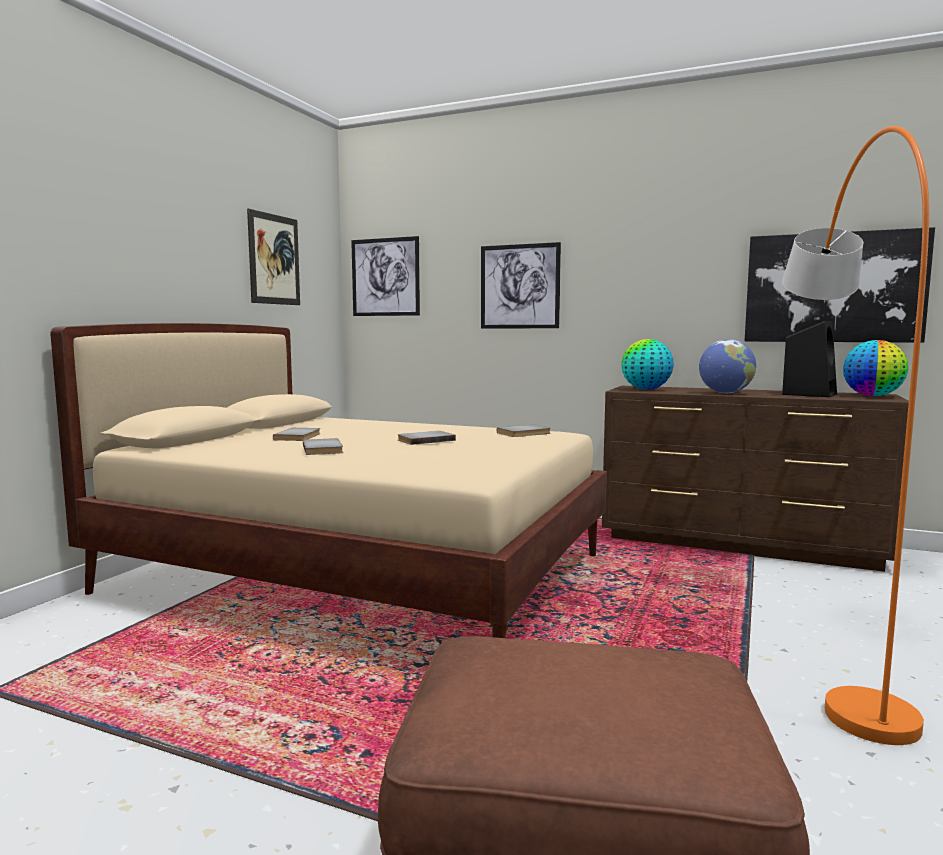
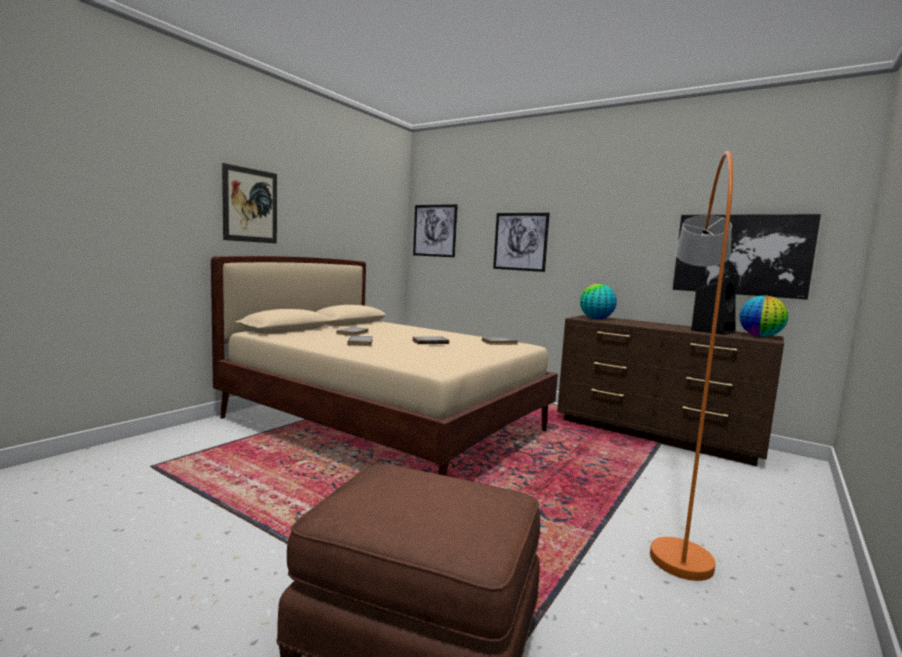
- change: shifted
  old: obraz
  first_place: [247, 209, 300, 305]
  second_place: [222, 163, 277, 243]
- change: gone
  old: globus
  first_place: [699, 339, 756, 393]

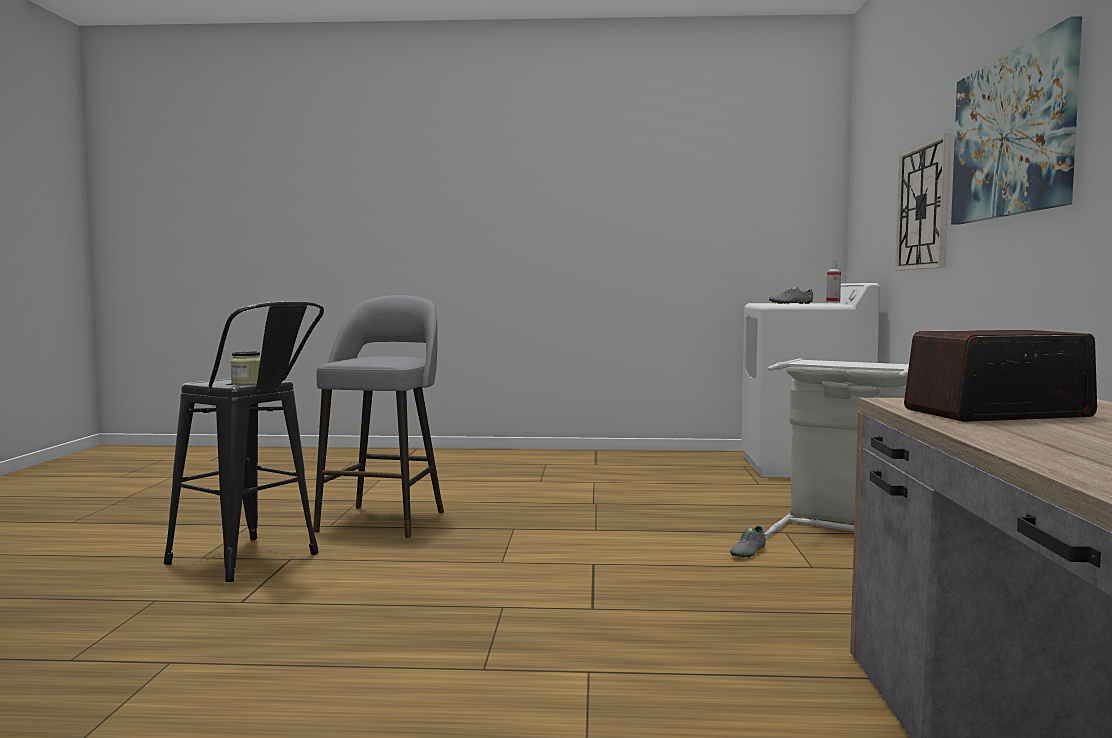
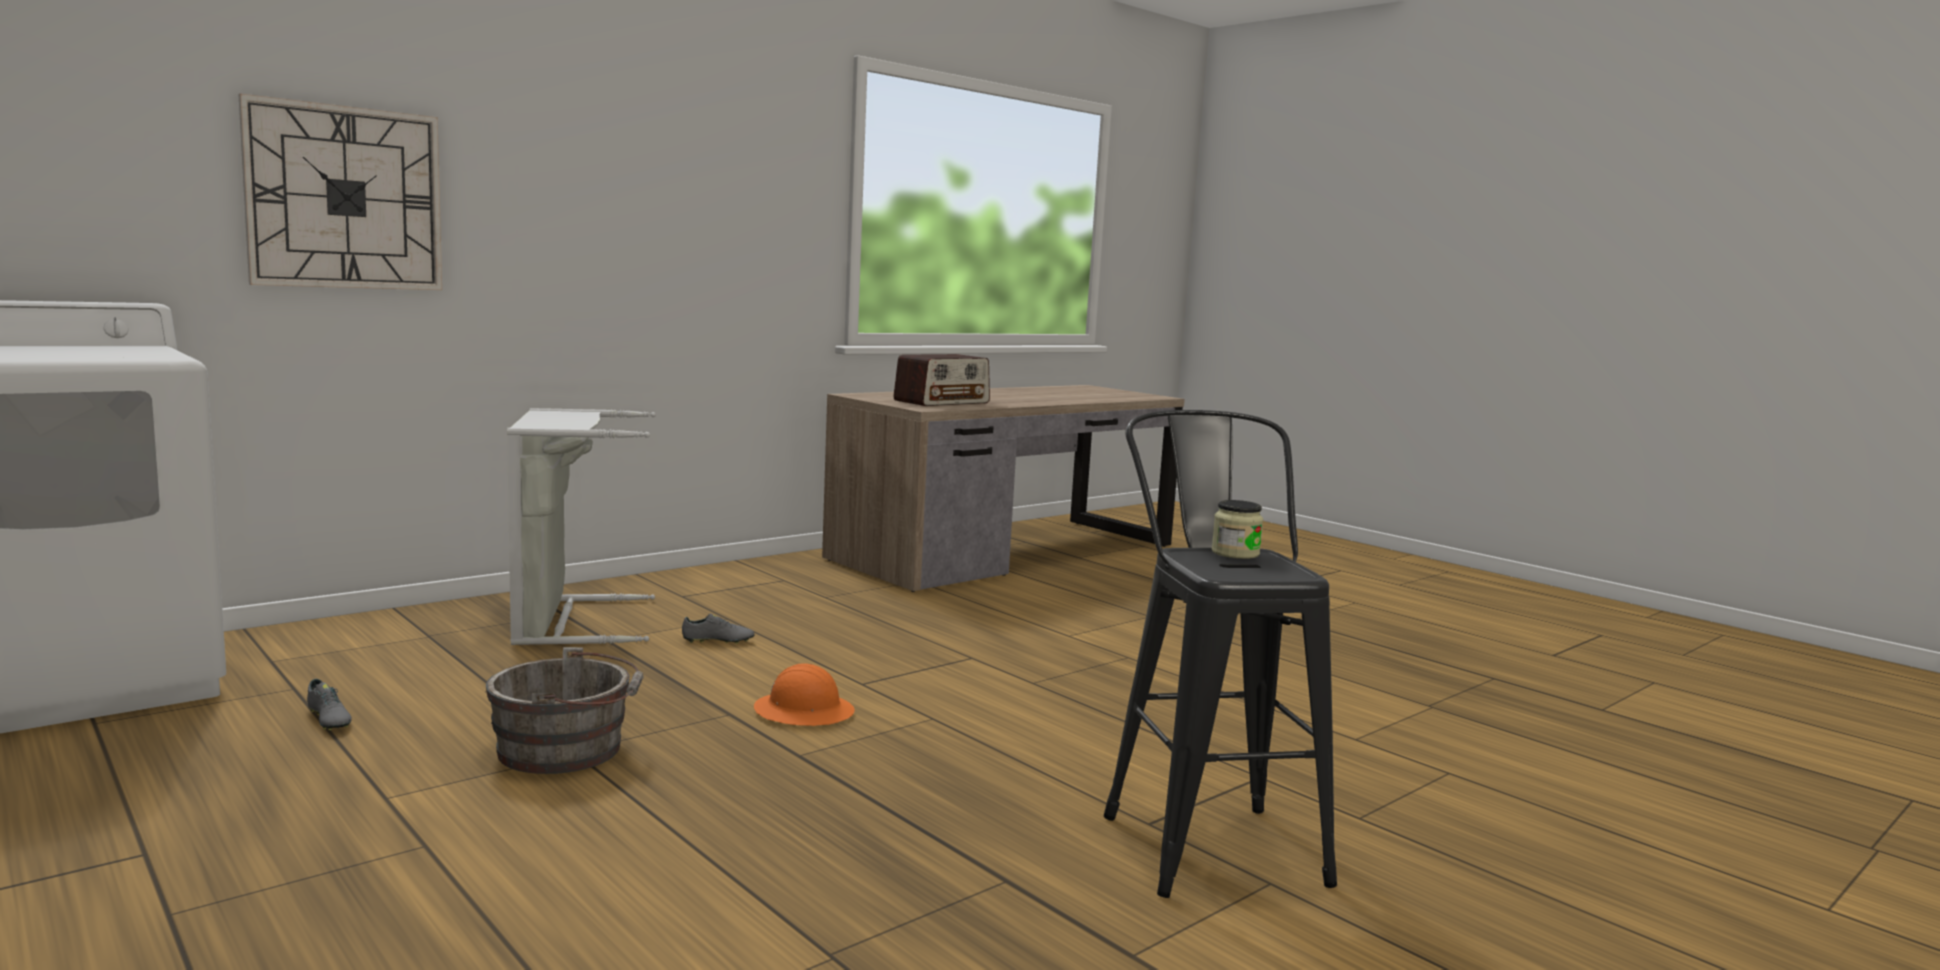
- change: gone
  old: obraz
  first_place: [951, 16, 1082, 224]
- change: gone
  old: spryskiwacz
  first_place: [826, 259, 841, 303]
- change: shifted
  old: but/szary
  first_place: [769, 286, 813, 304]
  second_place: [307, 679, 352, 730]
- change: gone
  old: stołek/szary
  first_place: [313, 295, 444, 539]
- change: rotated
  old: radio
  first_place: [904, 330, 1097, 422]
  second_place: [893, 354, 990, 406]
  degrees: -75
- change: new
  new: wiadro/szary
  second_place: [486, 647, 644, 774]
- change: new
  new: kask/pomarańczowy
  second_place: [754, 663, 855, 726]

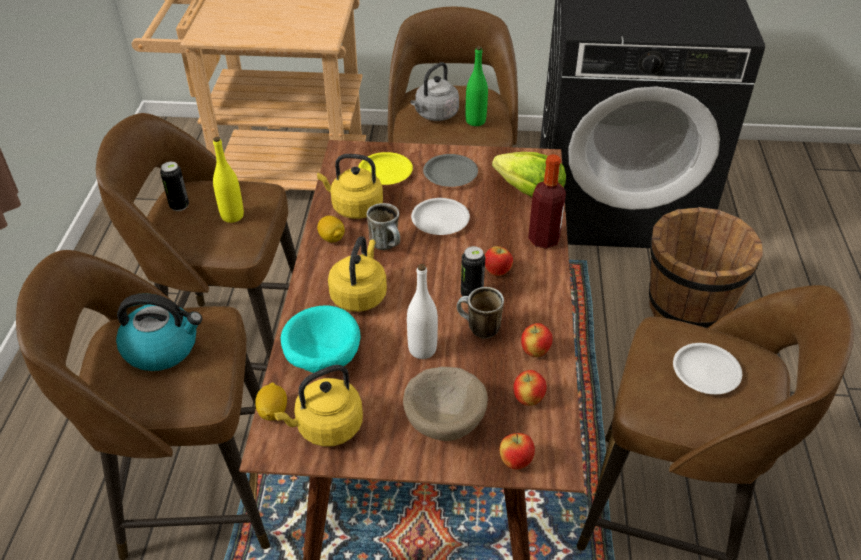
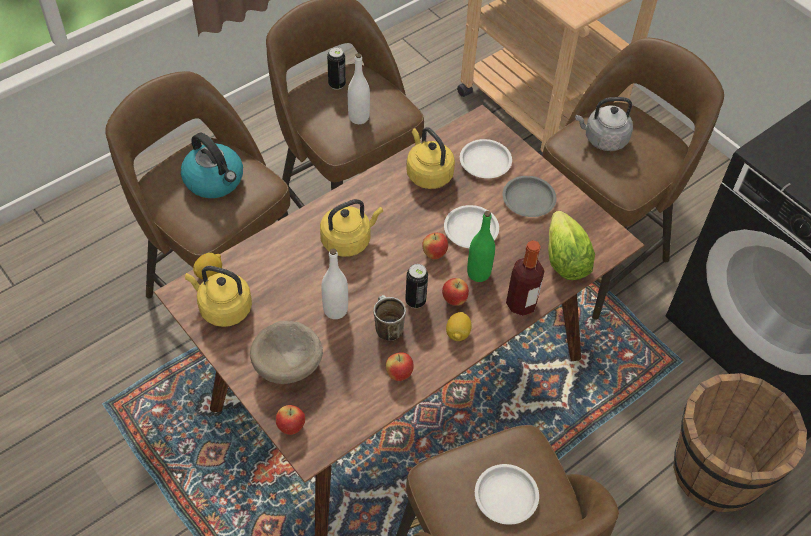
- change: shifted
  old: butelka/zielony
  first_place: [466, 46, 488, 126]
  second_place: [467, 211, 495, 282]
- change: repainted
  old: butelka/żółty
  new: butelka/biały
  first_place: [213, 137, 244, 223]
  second_place: [348, 53, 370, 124]
- change: repainted
  old: talerz/żółty
  new: talerz/biały
  first_place: [358, 152, 413, 185]
  second_place: [460, 139, 512, 178]
- change: gone
  old: kubek
  first_place: [367, 203, 400, 250]
- change: shifted
  old: cytryna
  first_place: [317, 216, 345, 242]
  second_place: [446, 312, 471, 341]
- change: gone
  old: miska/turkusowy
  first_place: [281, 306, 360, 373]
- change: shifted
  old: jabłko
  first_place: [513, 370, 547, 406]
  second_place: [422, 233, 448, 259]

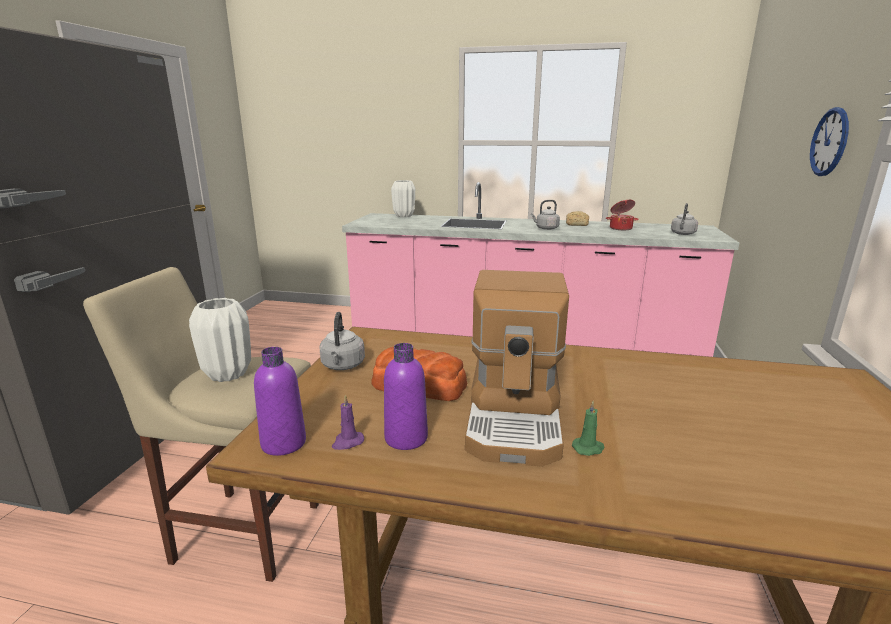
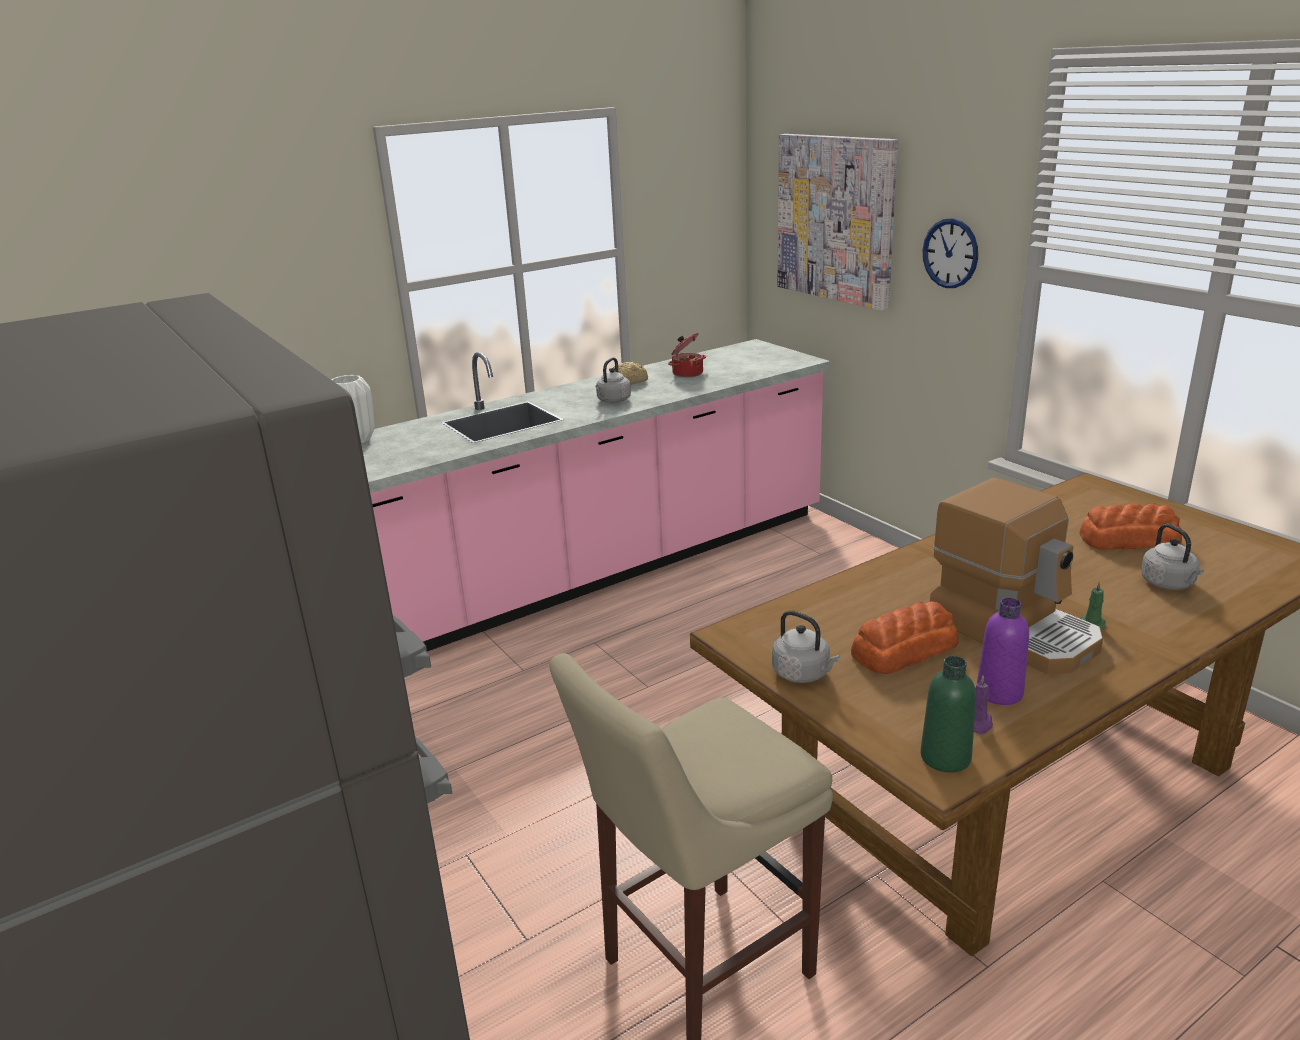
- change: shifted
  old: czajnik/szary
  first_place: [671, 203, 698, 235]
  second_place: [1141, 524, 1204, 590]
- change: gone
  old: wazon/biały
  first_place: [189, 298, 251, 382]
- change: repainted
  old: butelka/fioletowy
  new: butelka/zielony
  first_place: [254, 347, 306, 456]
  second_place: [921, 656, 976, 773]
- change: new
  new: obraz
  second_place: [778, 134, 898, 311]
- change: new
  new: chleb
  second_place: [1080, 503, 1182, 550]

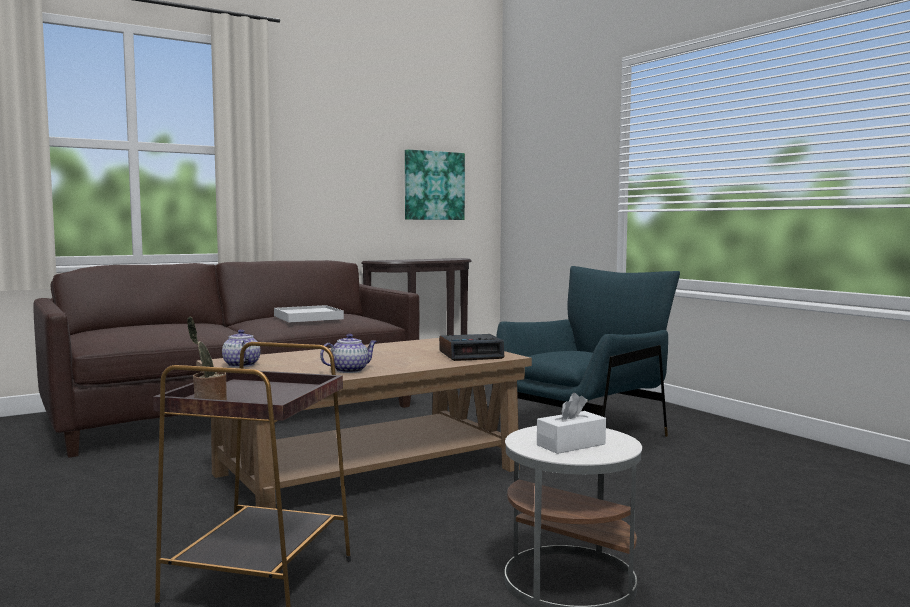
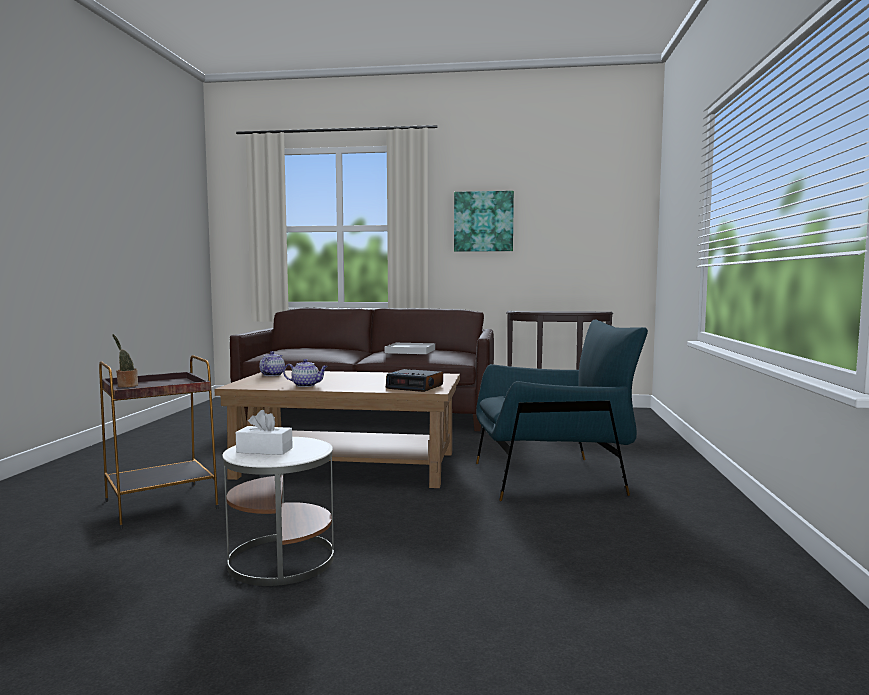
- change: shifted
  old: obraz
  first_place: [405, 149, 465, 220]
  second_place: [454, 191, 514, 252]

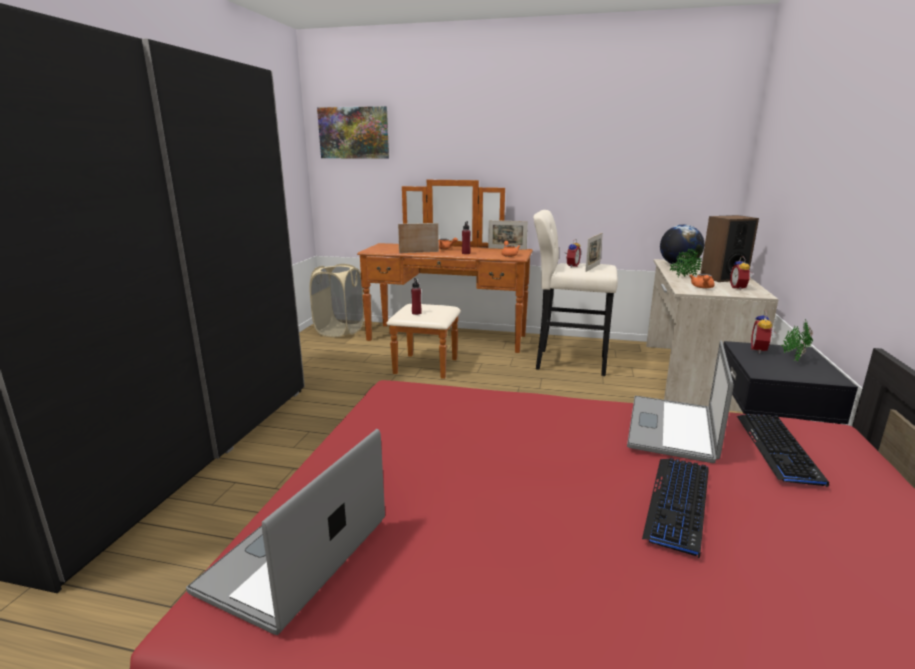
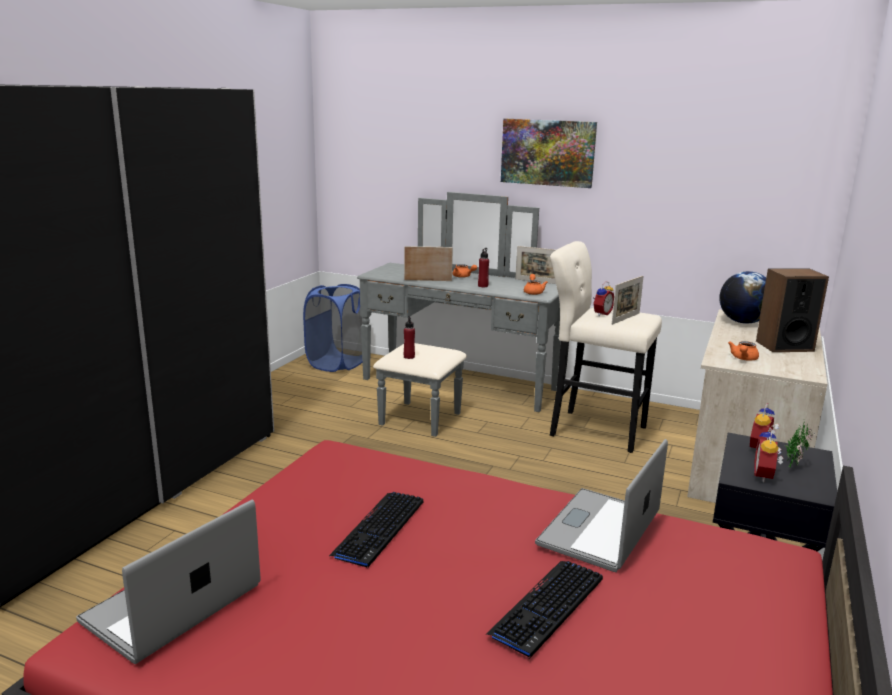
- change: shifted
  old: obraz
  first_place: [317, 106, 389, 159]
  second_place: [501, 119, 597, 188]
- change: repainted
  old: komoda/brązowy
  new: komoda/szary
  first_place: [357, 180, 533, 379]
  second_place: [357, 192, 561, 437]
- change: gone
  old: roślina doniczkowa
  first_place: [670, 248, 702, 278]
- change: shifted
  old: budzik
  first_place: [730, 256, 752, 290]
  second_place: [754, 427, 784, 483]
- change: repainted
  old: kosz na pranie/beżowy
  new: kosz na pranie/niebieski
  first_place: [309, 264, 364, 337]
  second_place: [303, 284, 363, 372]
- change: shifted
  old: klawiatura
  first_place: [737, 414, 829, 487]
  second_place: [329, 492, 424, 567]

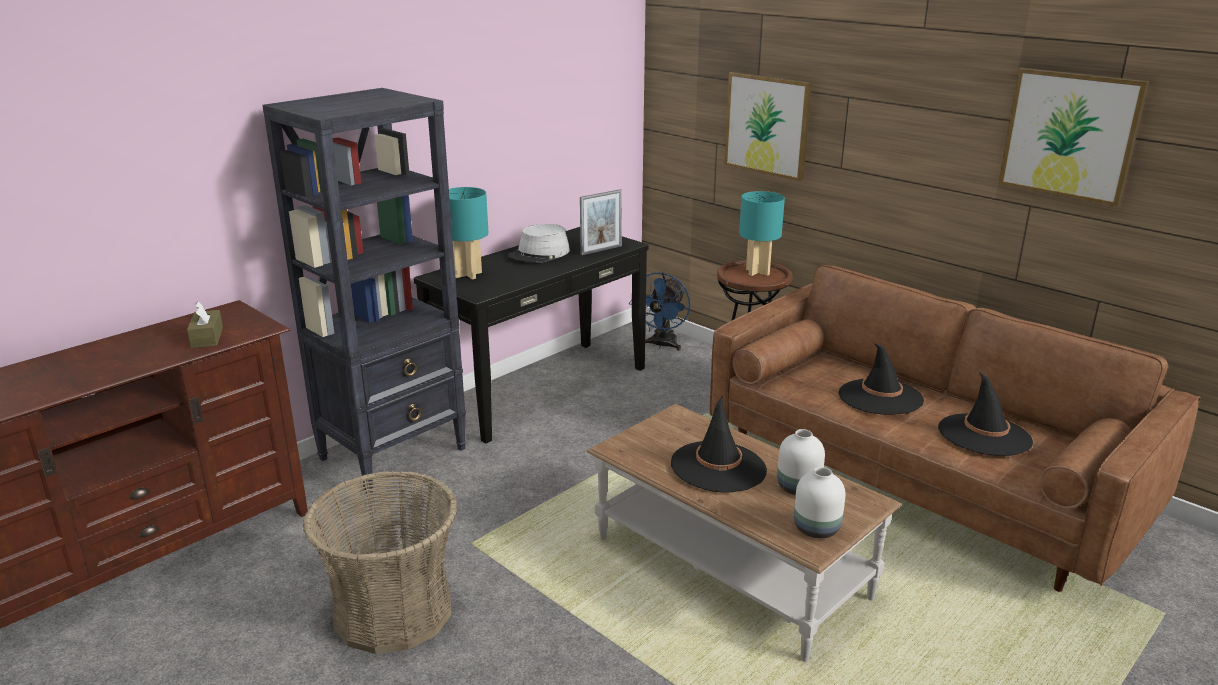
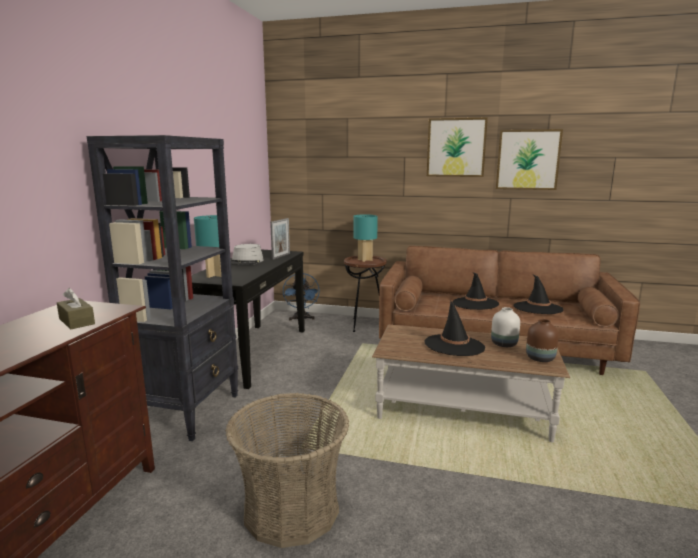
- change: shifted
  old: obraz
  first_place: [724, 72, 812, 181]
  second_place: [427, 117, 488, 177]
- change: repainted
  old: wazon/biały
  new: wazon/brązowy
  first_place: [794, 467, 845, 538]
  second_place: [526, 319, 559, 362]

